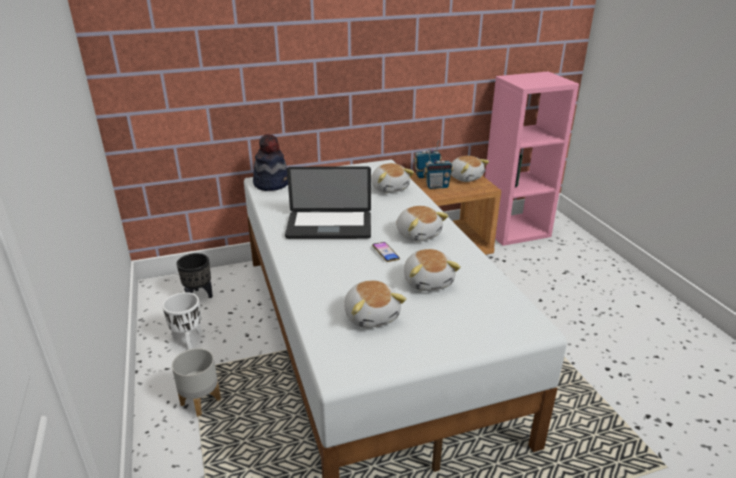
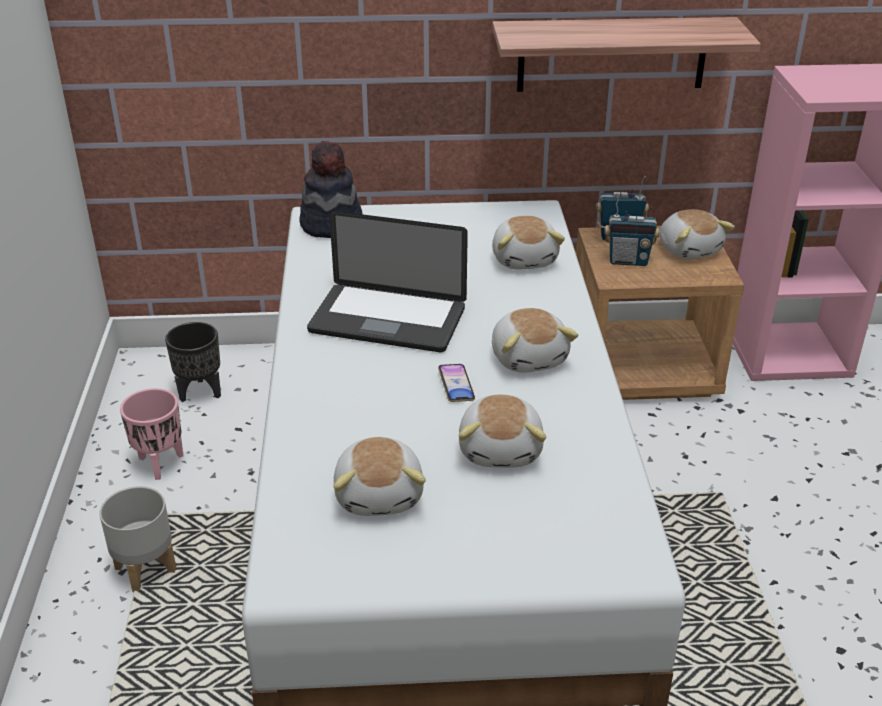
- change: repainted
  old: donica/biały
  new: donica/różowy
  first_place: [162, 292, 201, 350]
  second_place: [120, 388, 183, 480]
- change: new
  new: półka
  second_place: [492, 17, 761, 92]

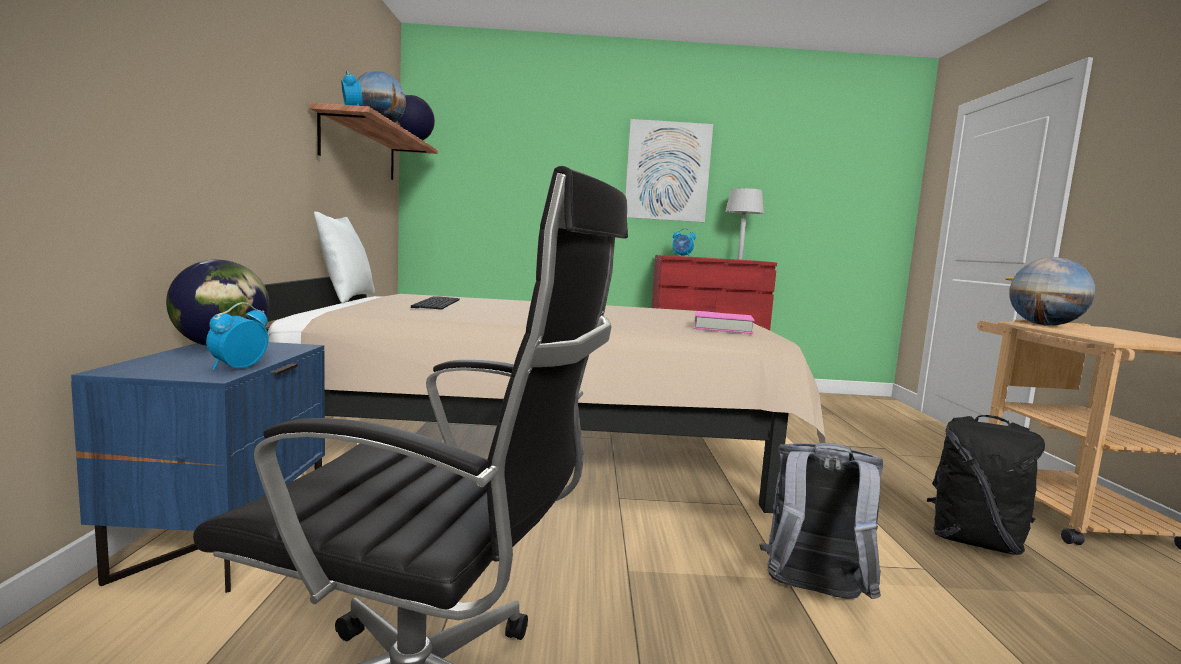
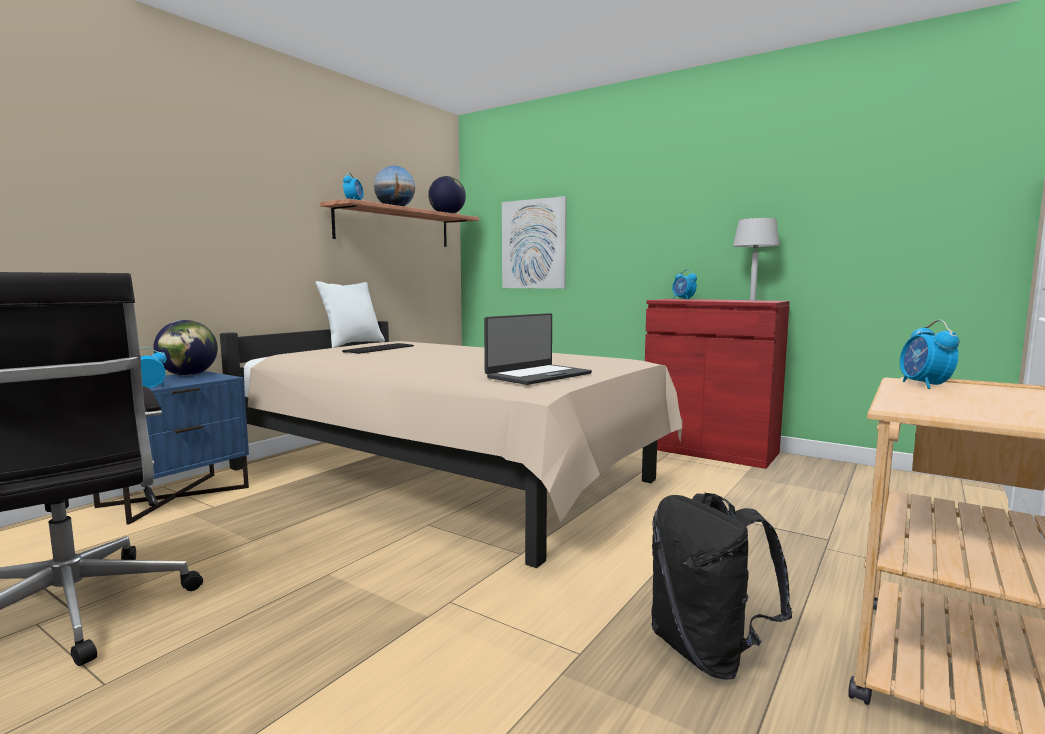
- change: shifted
  old: obraz
  first_place: [625, 119, 713, 222]
  second_place: [502, 196, 567, 289]
- change: swapped
  old: globus
  new: budzik
  first_place: [1009, 257, 1095, 326]
  second_place: [900, 320, 960, 389]
- change: swapped
  old: książka/różowy
  new: laptop
  first_place: [694, 311, 755, 334]
  second_place: [484, 313, 592, 385]
- change: gone
  old: plecak/szary
  first_place: [759, 443, 883, 599]

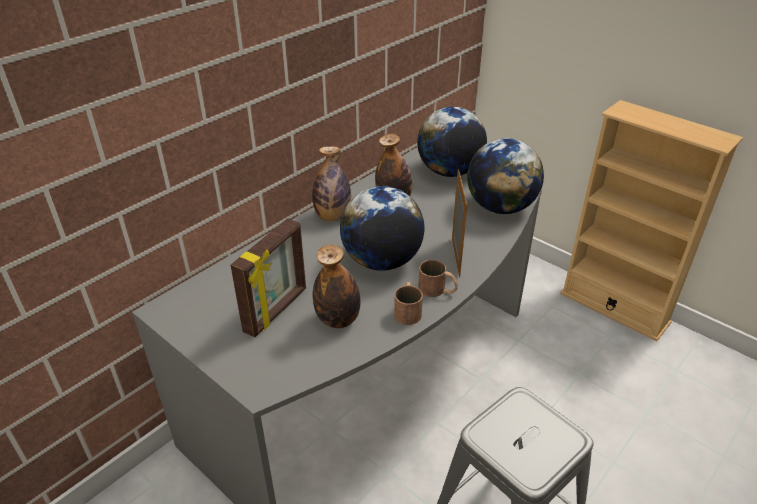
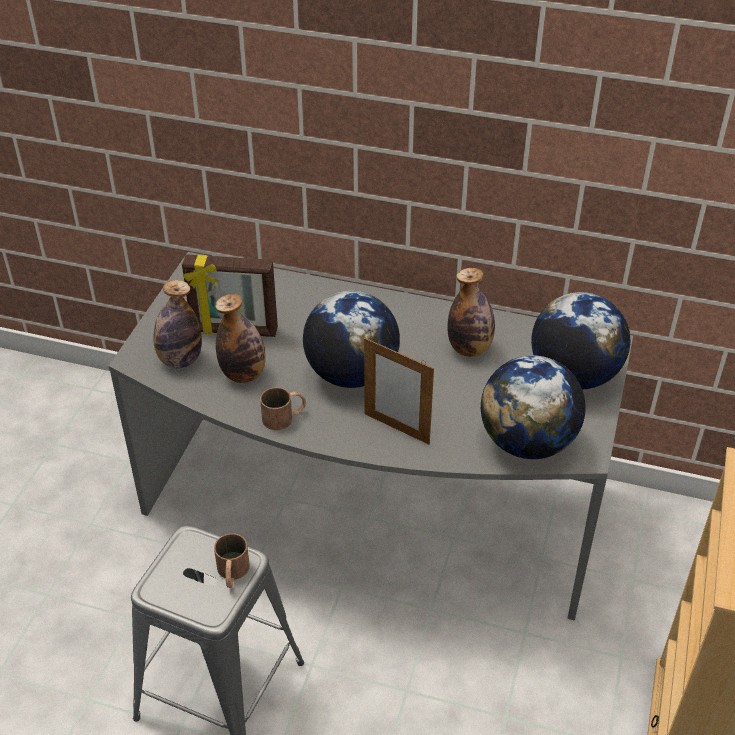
- change: shifted
  old: butelka
  first_place: [312, 146, 351, 222]
  second_place: [153, 280, 202, 369]
- change: rotated
  old: ramka na zdjęcie
  first_place: [452, 169, 467, 277]
  second_place: [364, 338, 434, 445]
  degrees: 60
- change: shifted
  old: kubek/brązowy
  first_place: [418, 260, 458, 297]
  second_place: [214, 533, 250, 588]

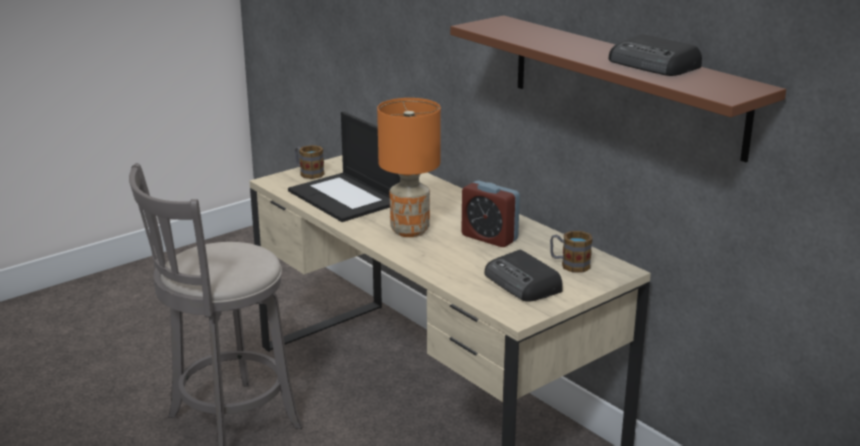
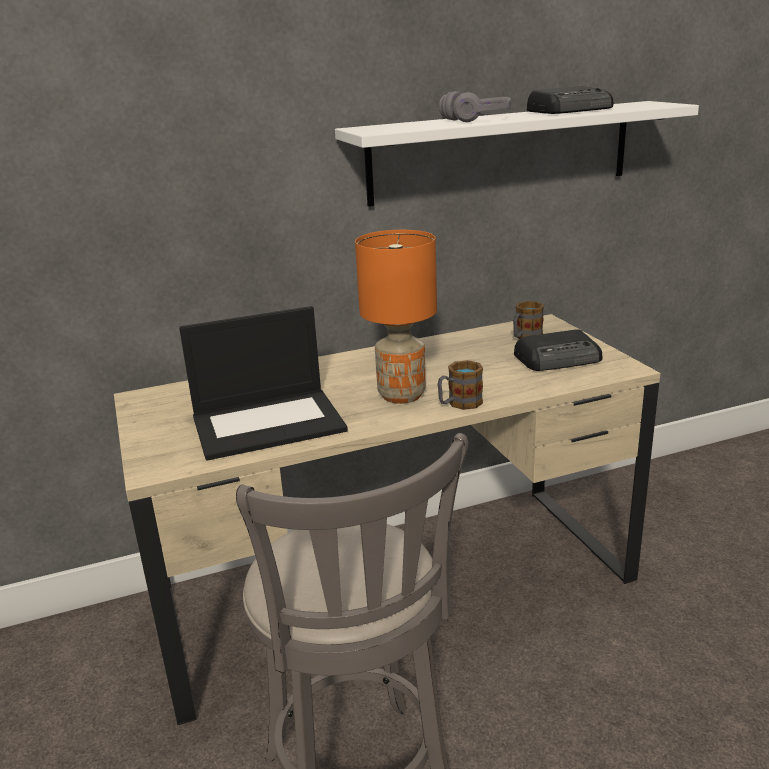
- change: repainted
  old: półka/brązowy
  new: półka/biały
  first_place: [450, 15, 786, 162]
  second_place: [335, 101, 699, 207]
- change: shifted
  old: kubek
  first_place: [295, 145, 324, 179]
  second_place: [438, 360, 483, 410]
- change: gone
  old: budzik
  first_place: [462, 181, 520, 247]
- change: new
  new: słuchawki/szary
  second_place: [439, 91, 511, 122]

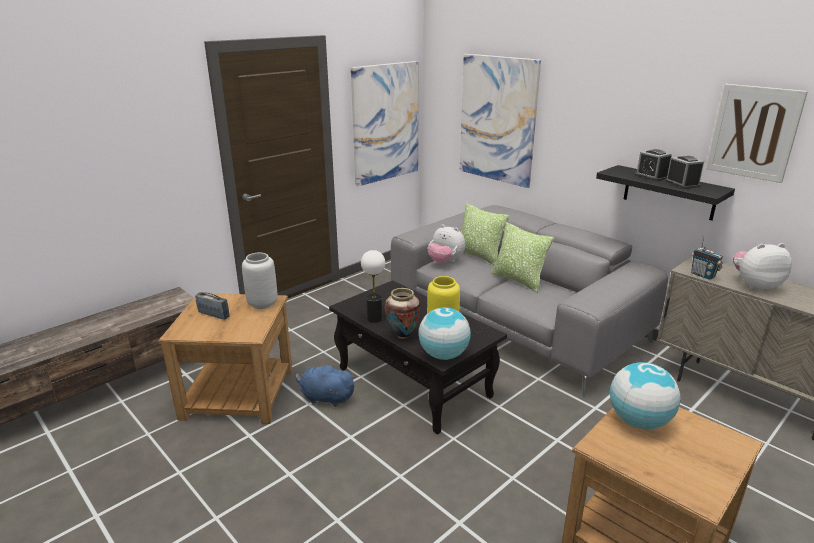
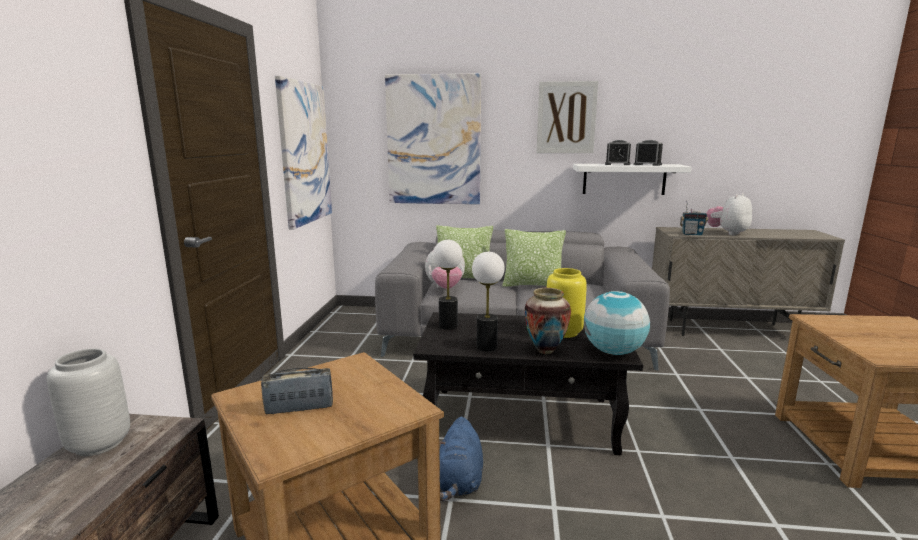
- change: shifted
  old: obraz
  first_place: [706, 84, 808, 183]
  second_place: [537, 81, 598, 153]
- change: repainted
  old: półka/czarny
  new: półka/biały
  first_place: [596, 165, 735, 220]
  second_place: [573, 164, 692, 195]
- change: shifted
  old: wazon/szary
  first_place: [242, 252, 278, 309]
  second_place: [47, 348, 130, 456]
- change: gone
  old: globus
  first_place: [610, 362, 681, 429]
- change: rotated
  old: pluszak/niebieski
  first_place: [295, 363, 356, 407]
  second_place: [439, 417, 483, 501]
  degrees: -60
- change: new
  new: lampa stołowa
  second_place: [433, 240, 463, 330]

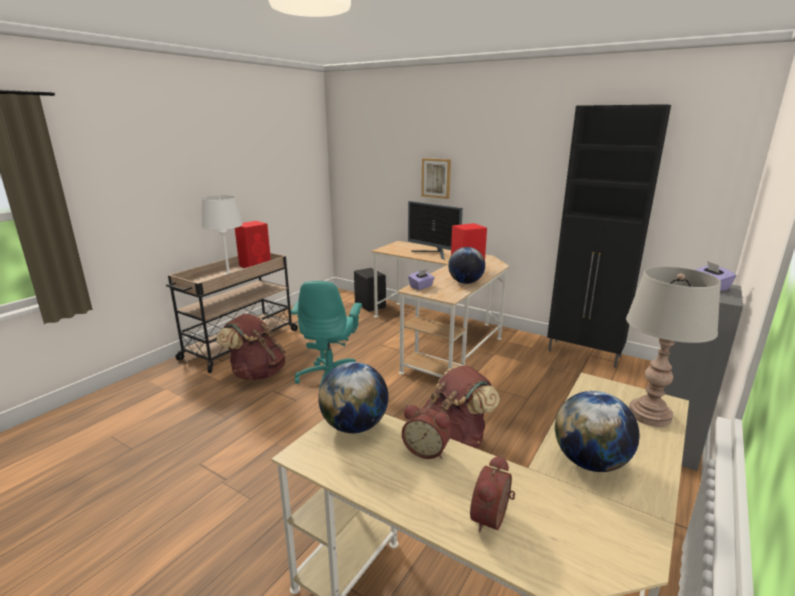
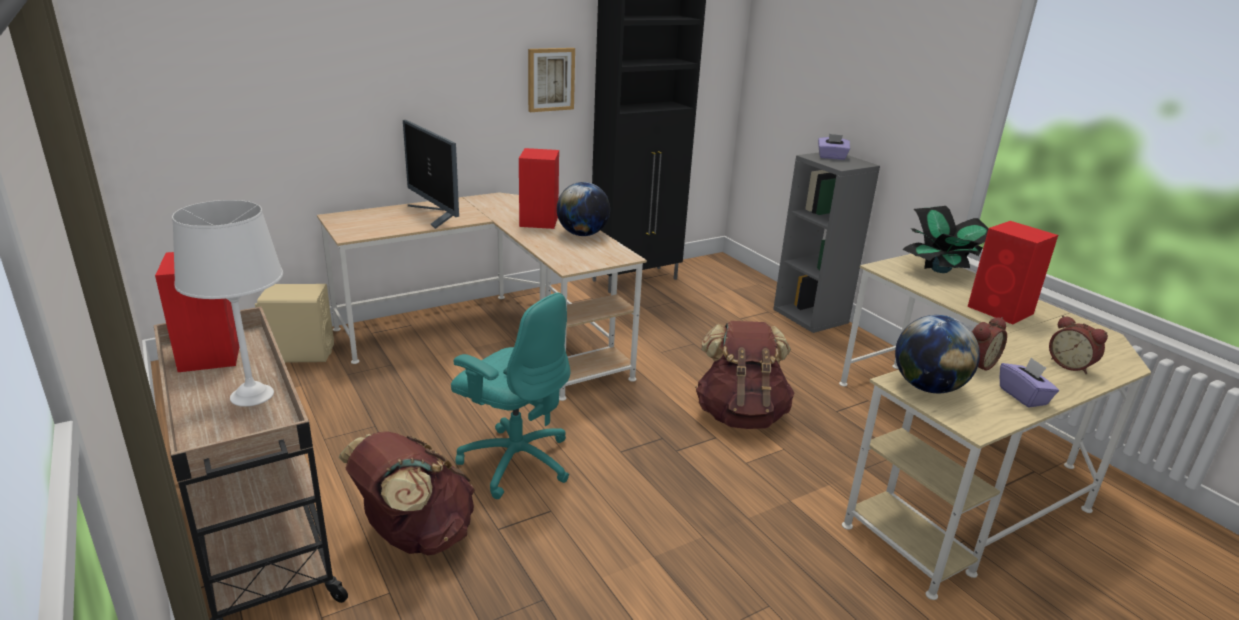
- change: shifted
  old: obraz
  first_place: [421, 158, 451, 199]
  second_place: [528, 48, 575, 112]
- change: rotated
  old: monitor
  first_place: [408, 201, 463, 260]
  second_place: [403, 120, 459, 229]
  degrees: 75
- change: swapped
  old: lampa stołowa/szary
  new: roślina doniczkowa
  first_place: [626, 267, 721, 427]
  second_place: [903, 206, 989, 273]
- change: repainted
  old: głośnik/czarny
  new: głośnik/beżowy
  first_place: [354, 268, 386, 312]
  second_place: [255, 284, 334, 363]
- change: shifted
  old: pudełko chusteczek/fioletowy
  first_place: [408, 269, 435, 290]
  second_place: [1000, 357, 1059, 408]
- change: swapped
  old: globus
  new: głośnik/czerwony
  first_place: [555, 391, 640, 472]
  second_place: [968, 221, 1058, 324]

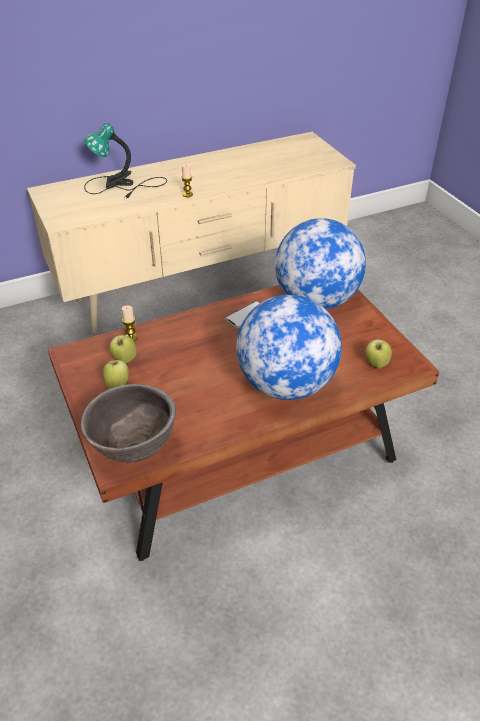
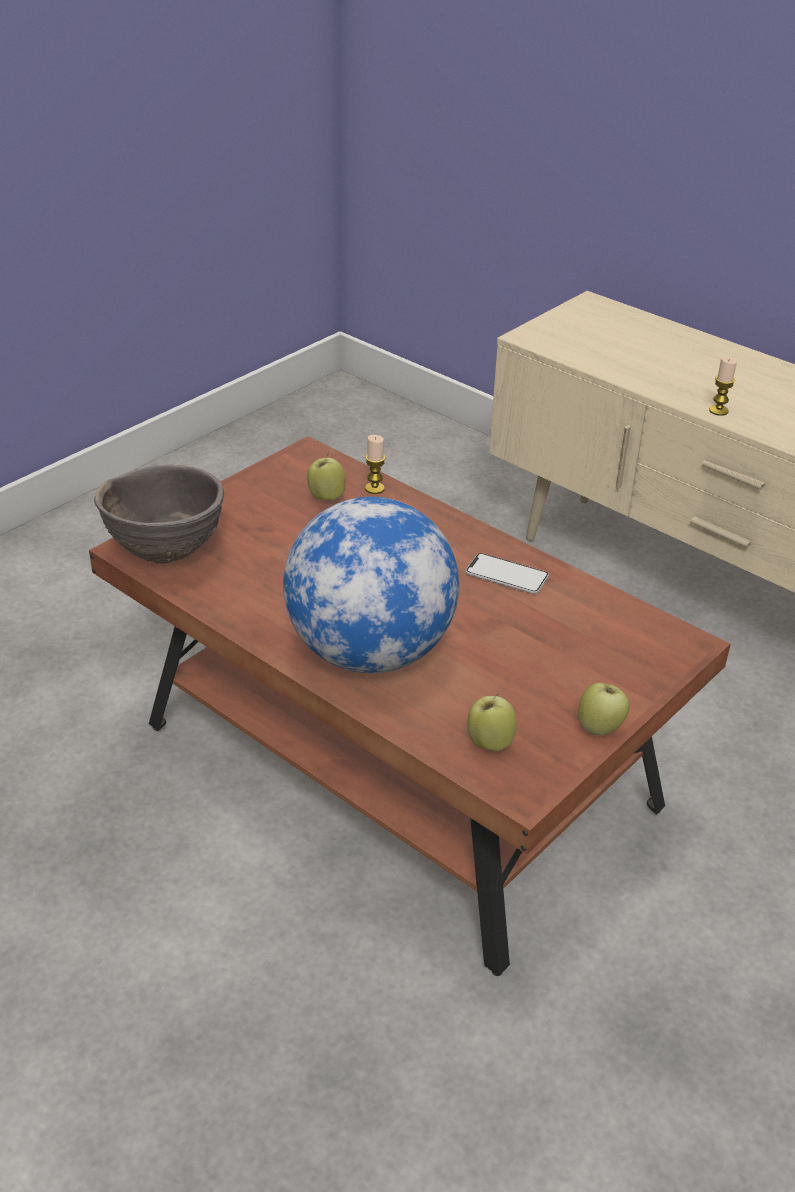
- change: gone
  old: lampa stołowa
  first_place: [84, 123, 167, 199]
- change: gone
  old: globus
  first_place: [275, 218, 366, 309]
- change: shifted
  old: jabłko
  first_place: [102, 360, 129, 388]
  second_place: [578, 683, 630, 735]

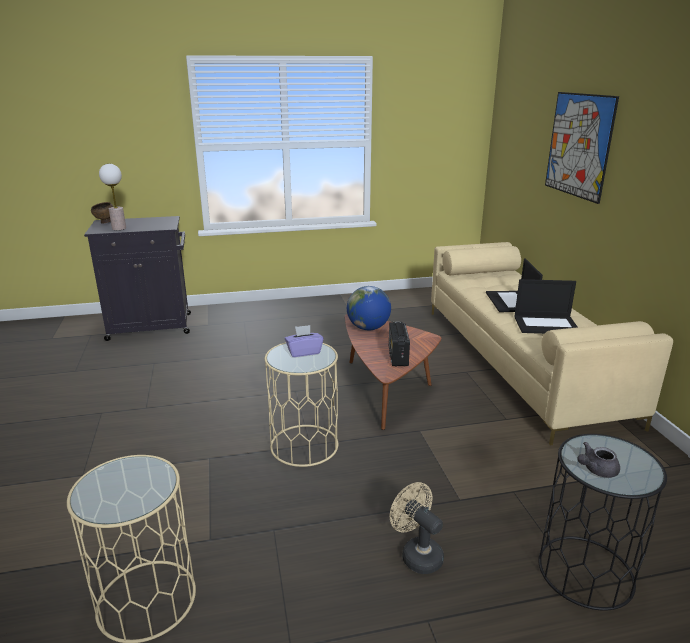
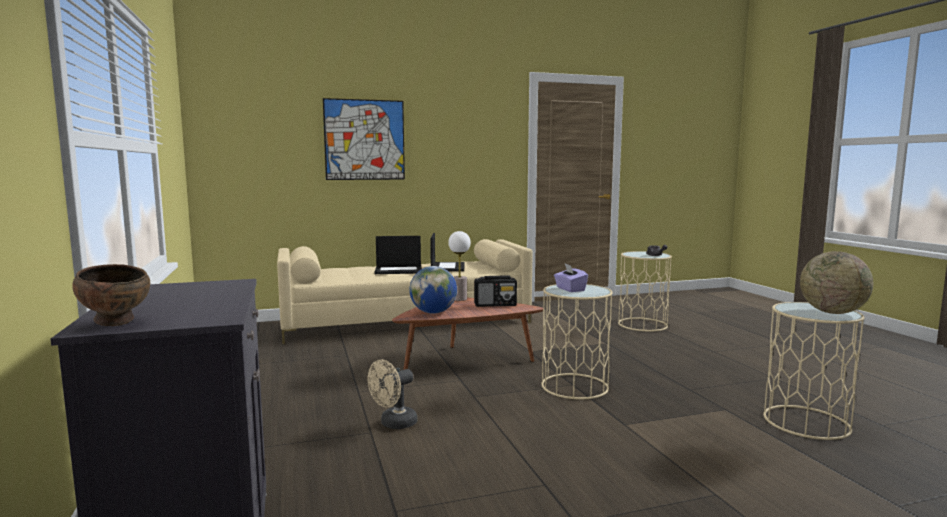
- change: shifted
  old: lampa stołowa
  first_place: [99, 164, 126, 230]
  second_place: [448, 231, 471, 301]
- change: repainted
  old: stolik/czarny
  new: stolik/beżowy
  first_place: [538, 434, 667, 611]
  second_place: [618, 251, 672, 332]
- change: shifted
  old: wentylator/beżowy
  first_place: [390, 482, 444, 574]
  second_place: [367, 360, 417, 429]
- change: new
  new: globus
  second_place: [800, 251, 873, 314]

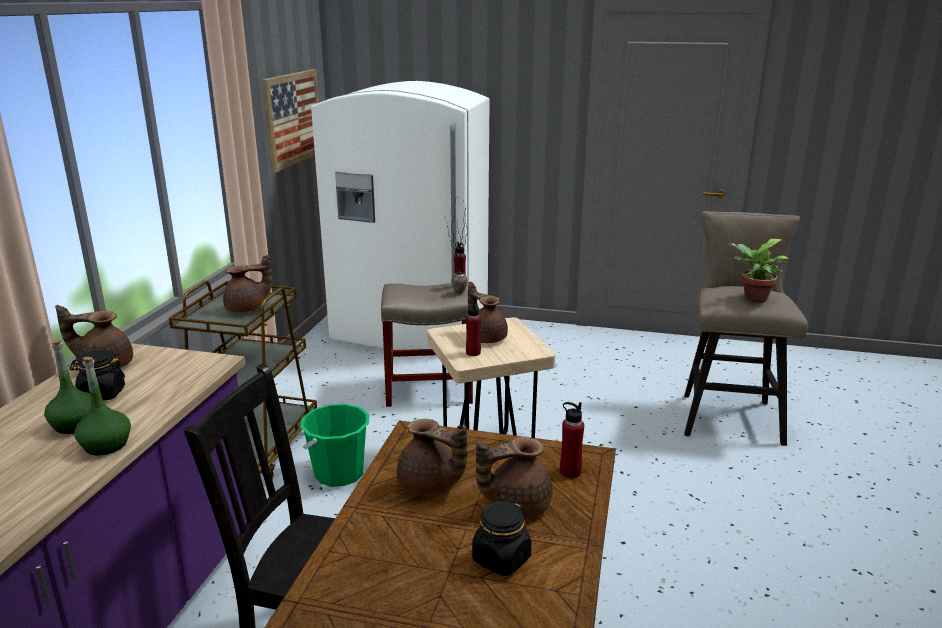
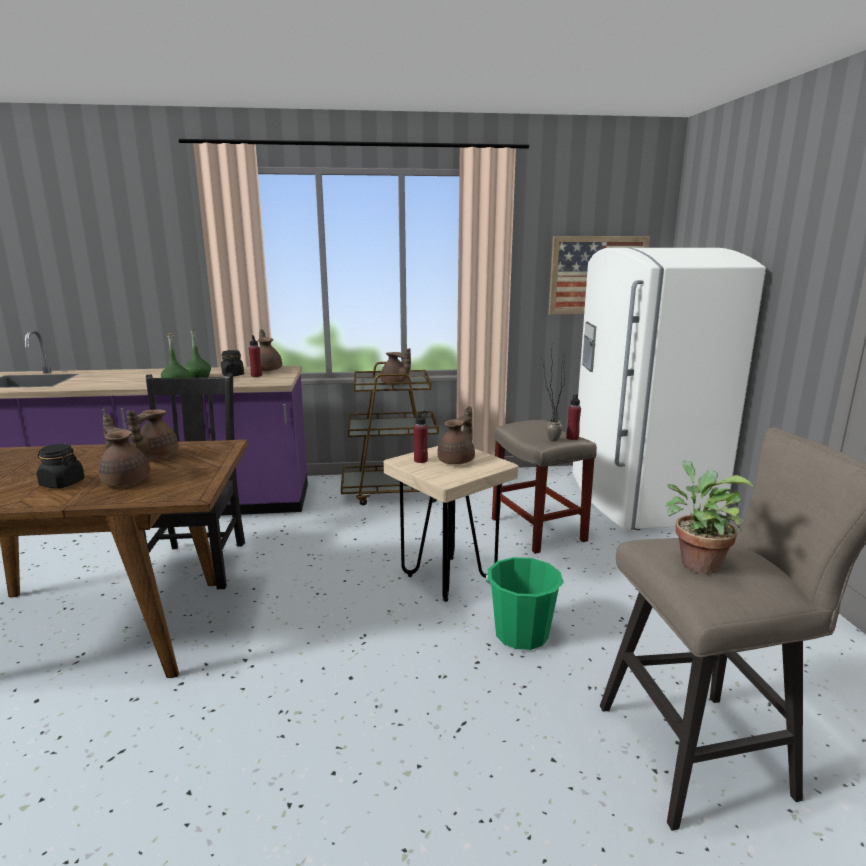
- change: shifted
  old: butelka/czerwony
  first_place: [560, 402, 584, 478]
  second_place: [249, 335, 262, 377]
- change: shifted
  old: wiadro/zielony
  first_place: [300, 404, 369, 487]
  second_place: [486, 557, 564, 650]

